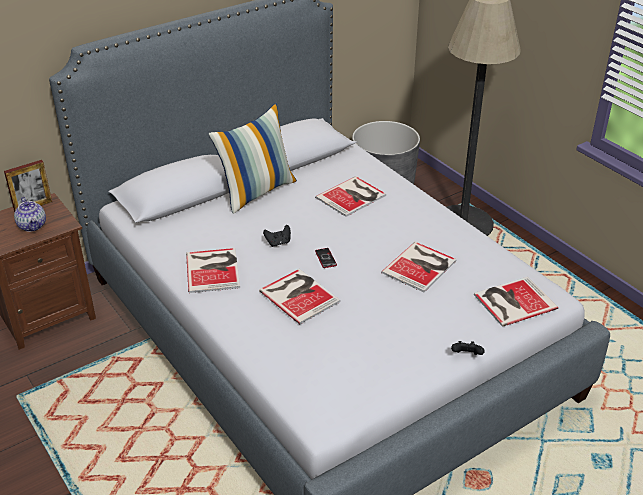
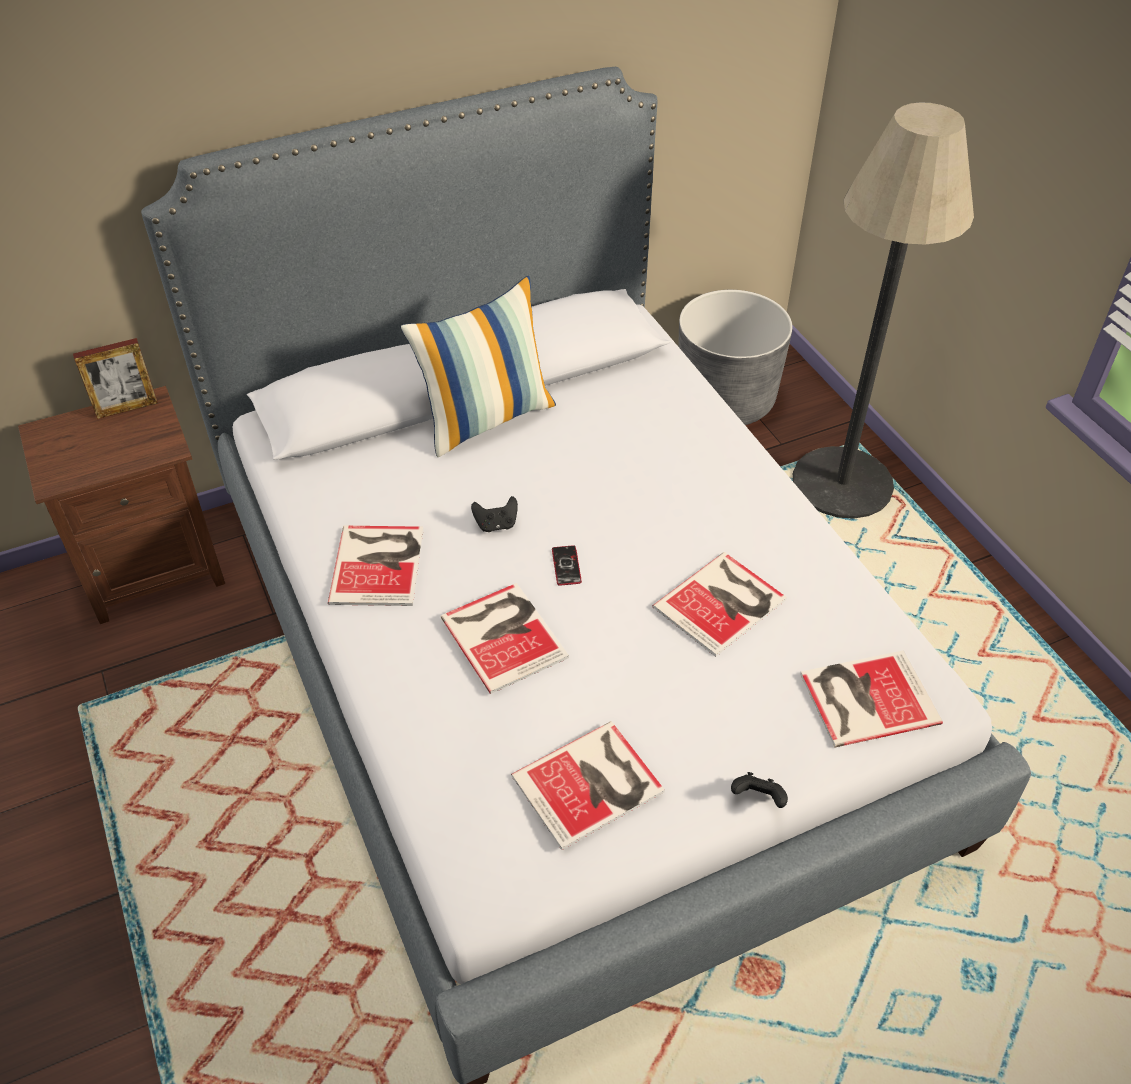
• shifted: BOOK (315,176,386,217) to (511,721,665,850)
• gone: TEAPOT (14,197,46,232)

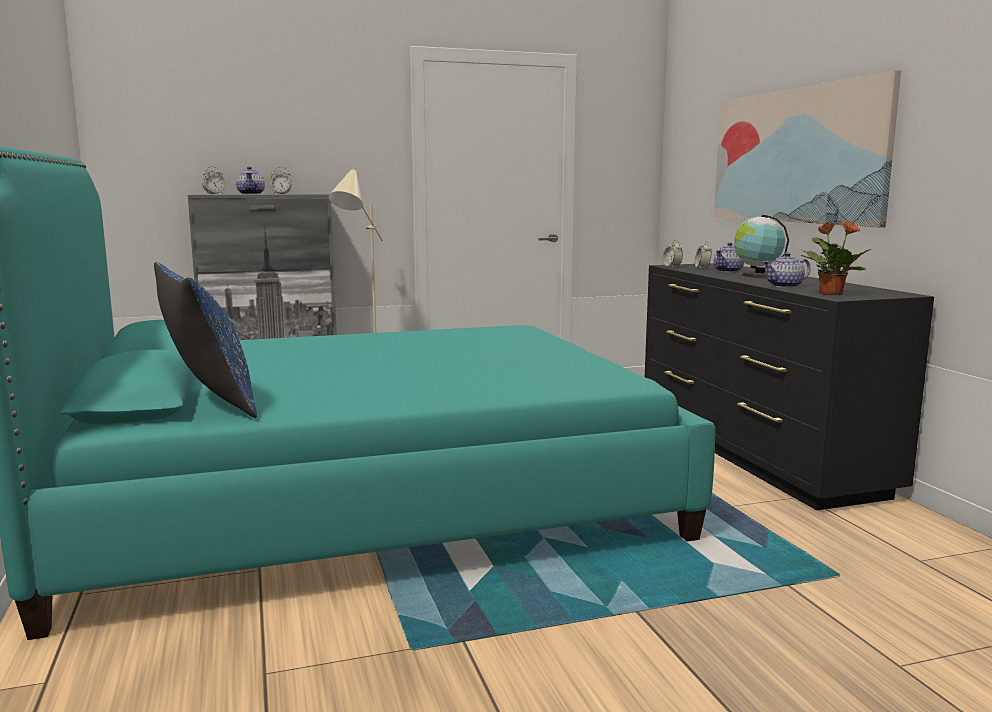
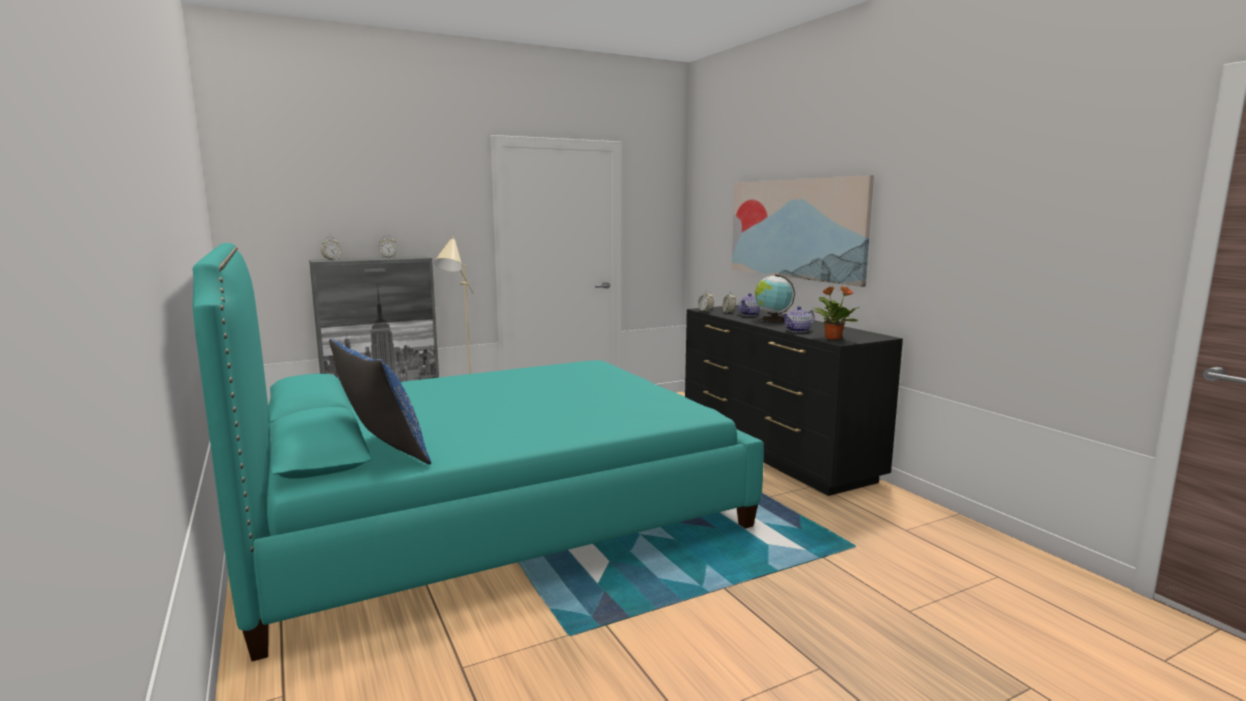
• gone: TEAPOT (236,166,265,194)

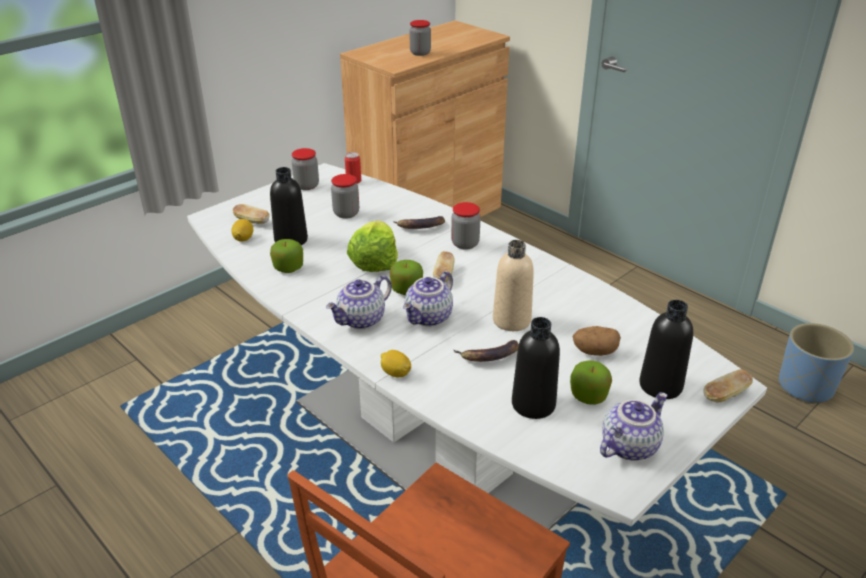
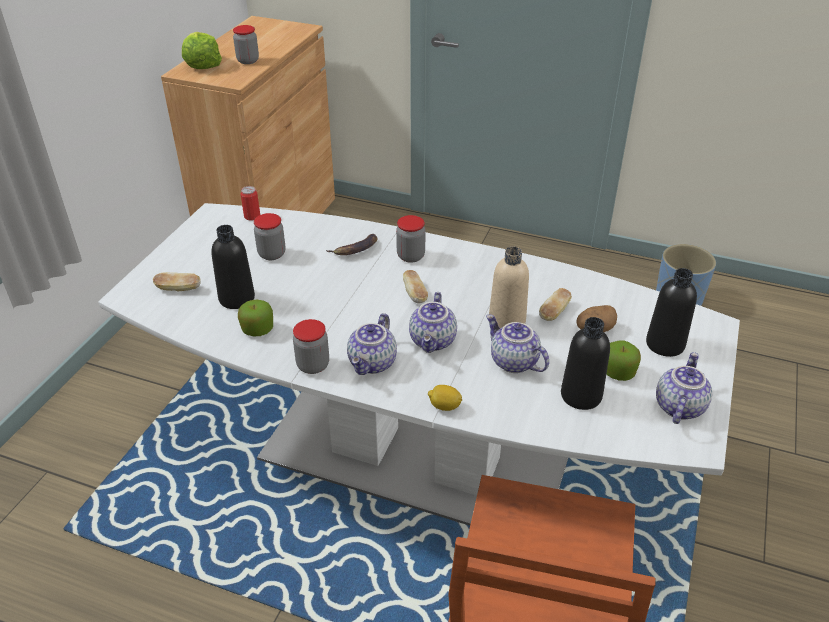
• shifted: LETTUCE (347,220,398,272) to (182,32,222,69)
• shifted: JAR (292,148,319,190) to (293,319,329,374)
• swapped: BANANA (454,340,519,362) to TEAPOT (486,315,549,373)
• shifted: BREAD (703,369,753,403) to (539,288,572,321)
• gone: LEMON (232,219,253,242)
• gone: APPLE (390,260,423,295)

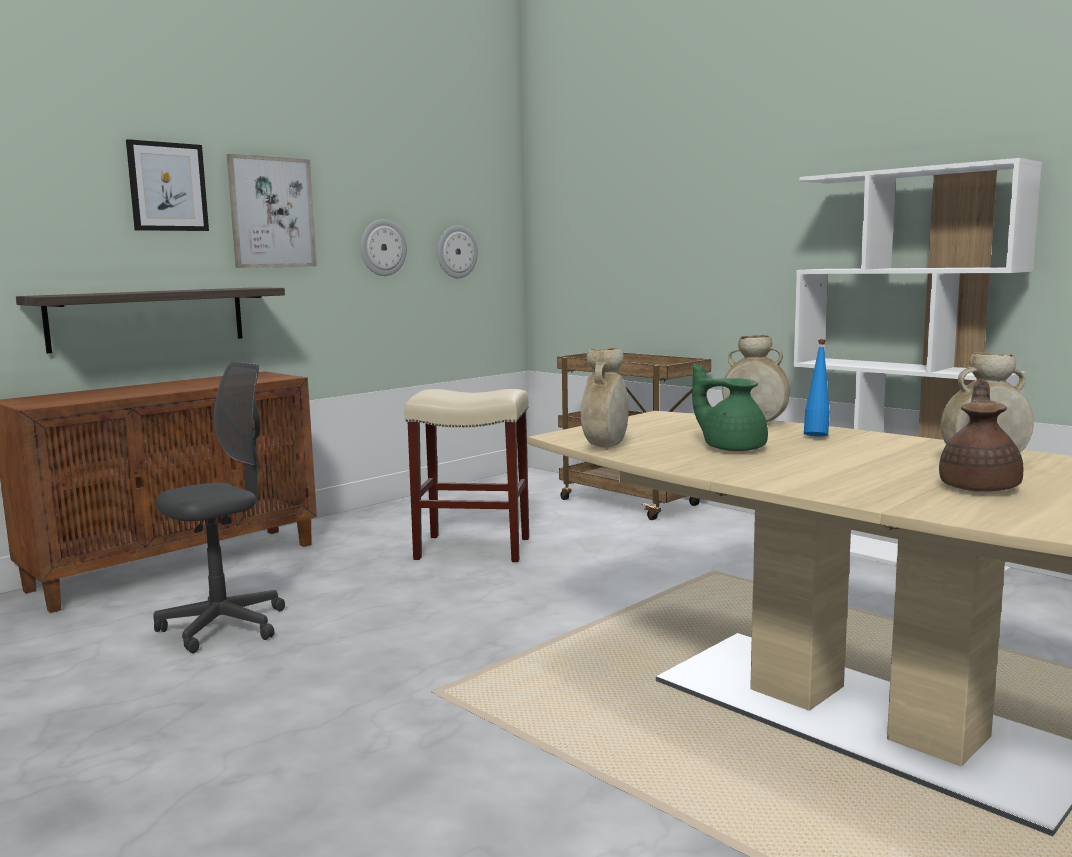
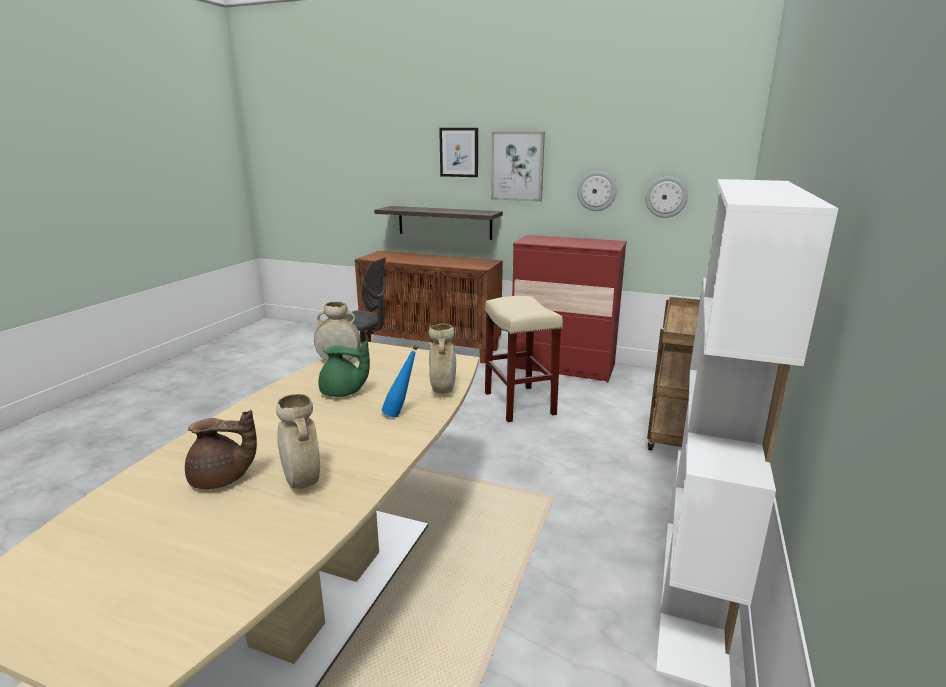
• rotated: GREEN TEAPOT (692,363,768,451) = (318,341,370,397) 90 degrees clockwise
• new: RED DRESSER (512,235,627,383)

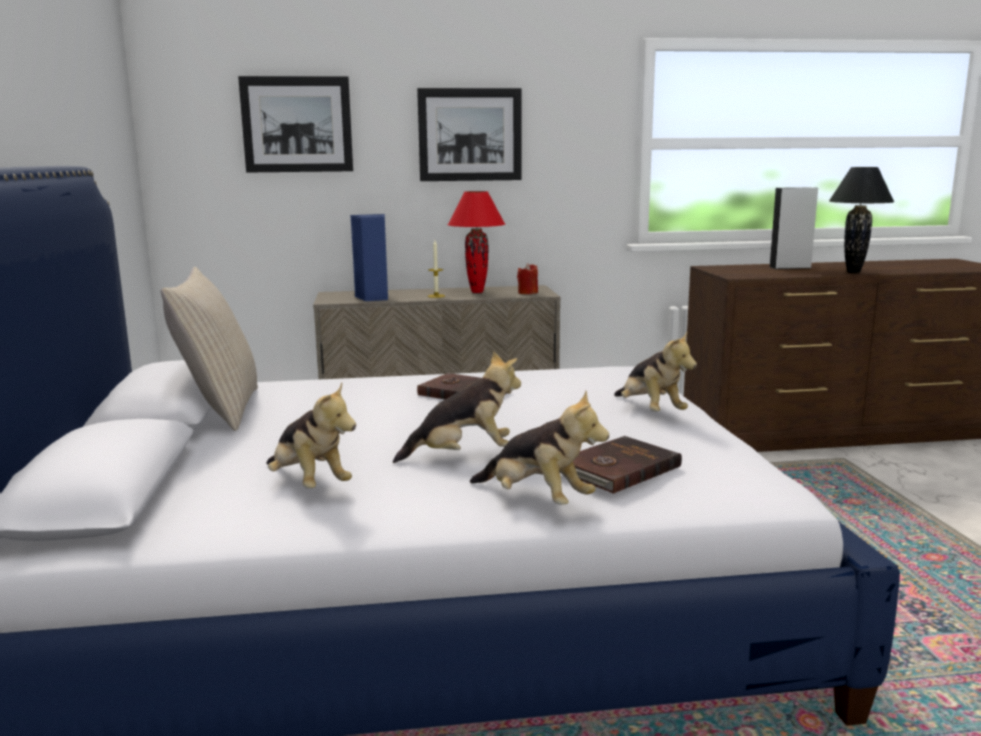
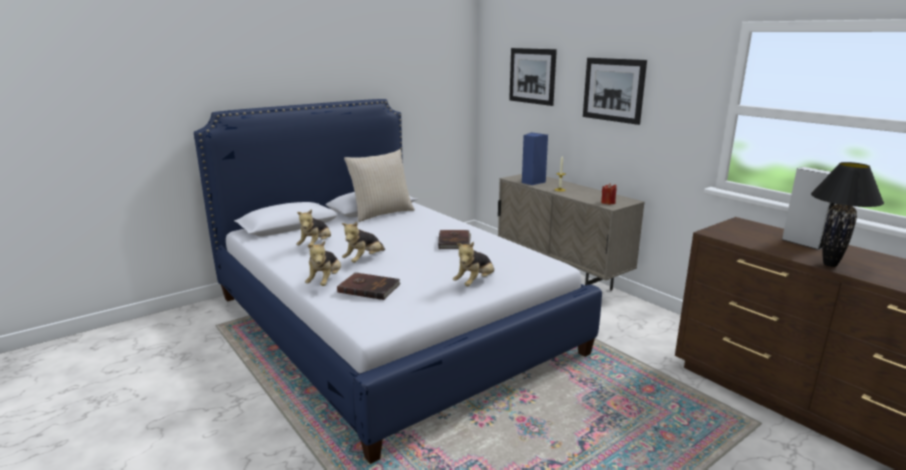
• rotated: PLUSH TOY (393,351,521,463) = (342,222,385,263) 75 degrees clockwise
• gone: RED TABLE LAMP (448,191,505,293)

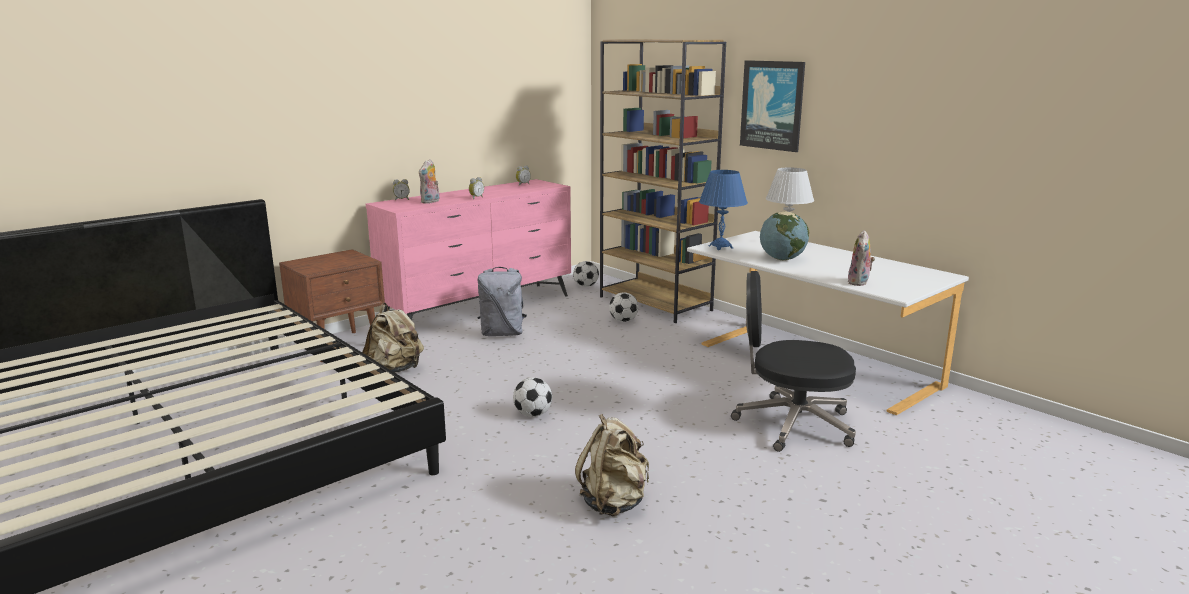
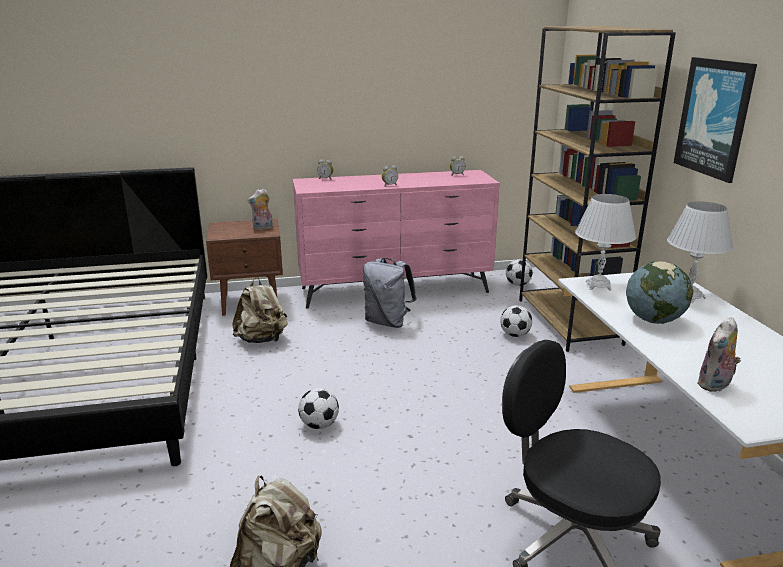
• shifted: PLUSH TOY (419,159,439,204) to (247,188,273,230)
• repainted: BLUE TABLE LAMP (699,170,748,250) to WHITE TABLE LAMP (575,194,636,291)

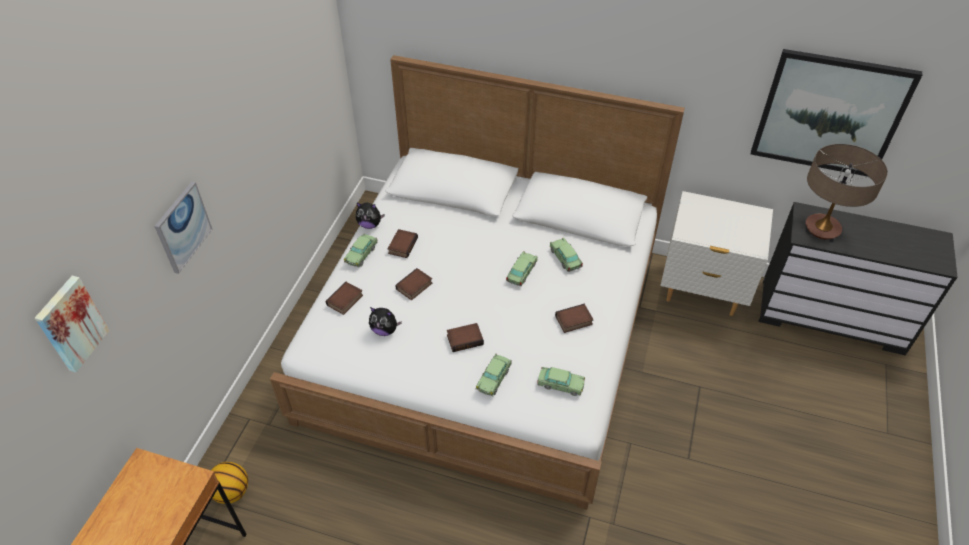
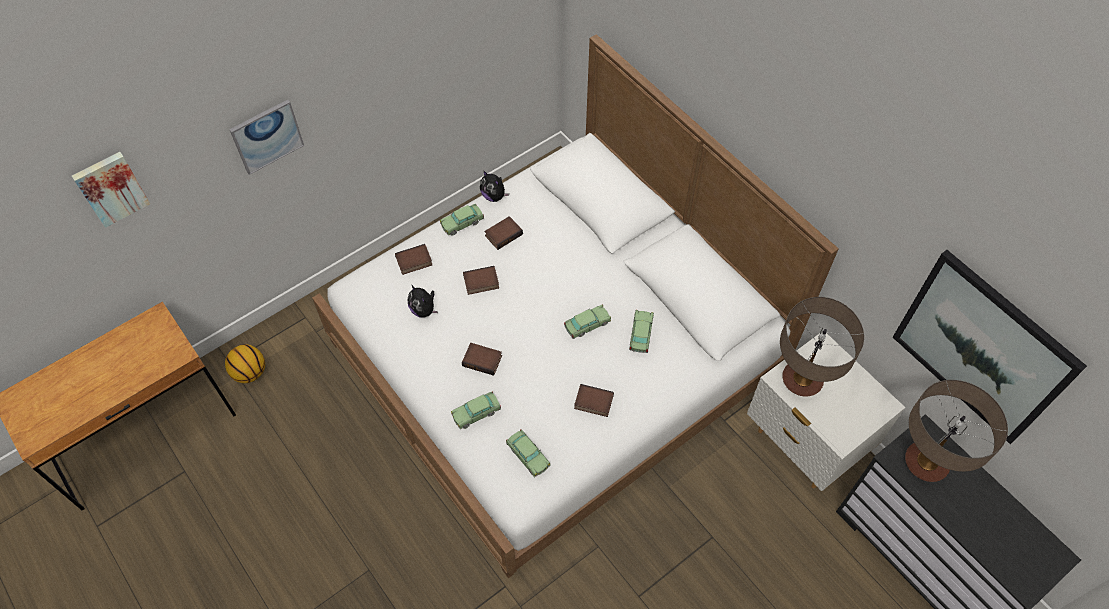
• new: TABLE LAMP (780,297,864,396)

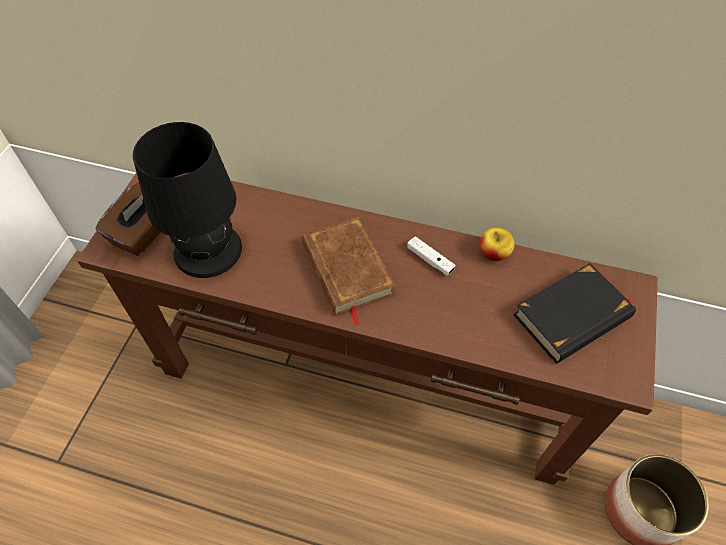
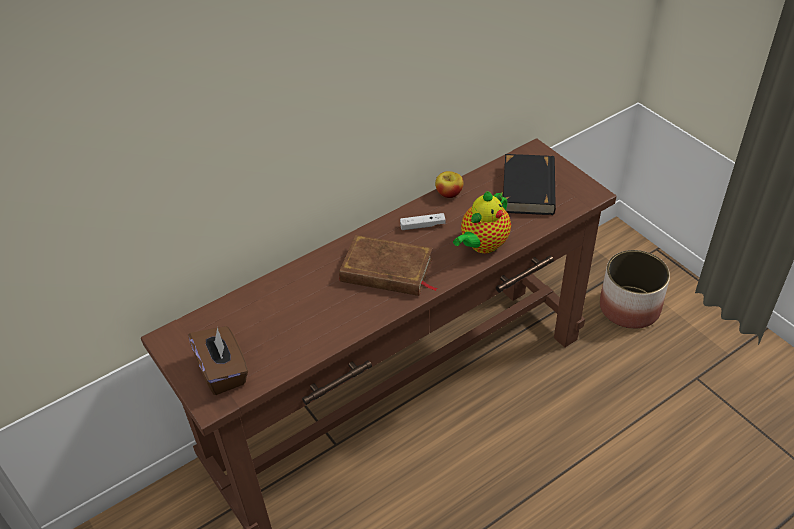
• new: TEAPOT (453,191,511,253)
• gone: BLACK TABLE LAMP (133,122,242,278)

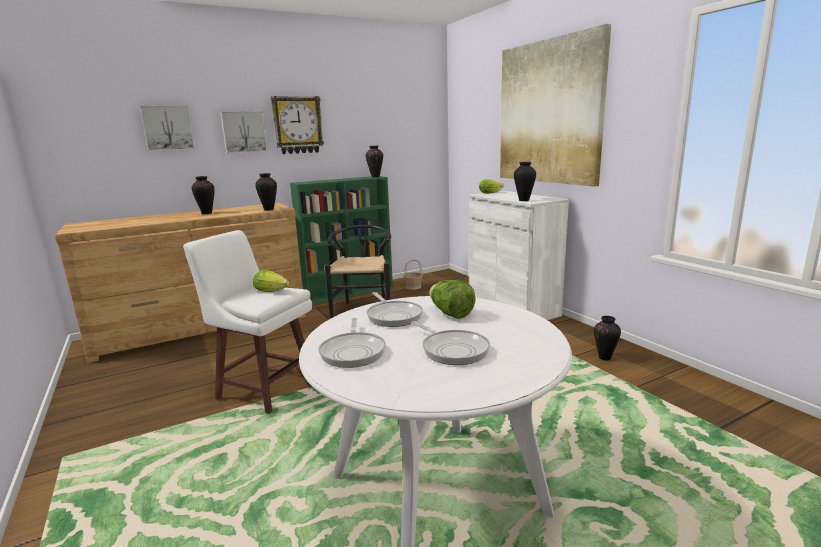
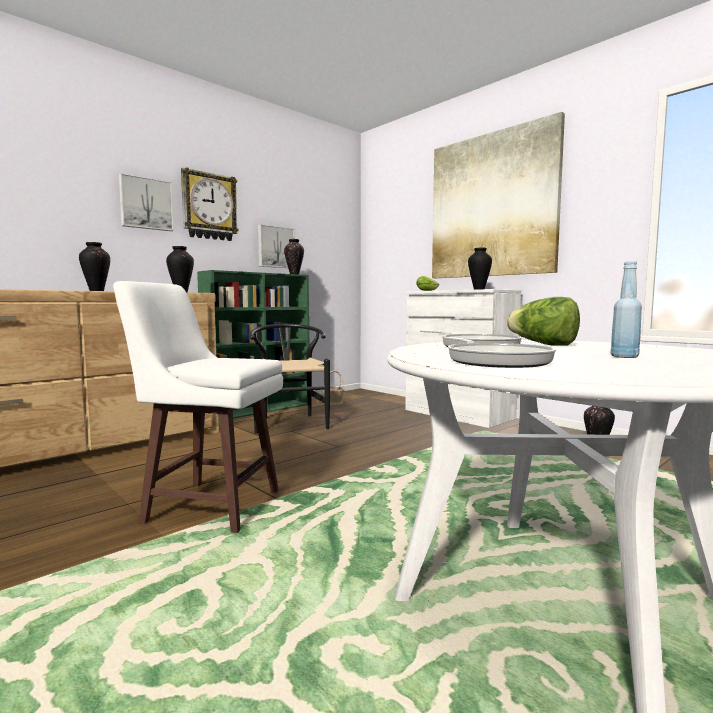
• shifted: PICTURE (140,105,195,151) to (258,224,295,268)
• swapped: FRYING PAN (411,321,490,365) to BLUE BOTTLE (611,261,642,358)
• gone: LETTUCE (253,270,289,292)

